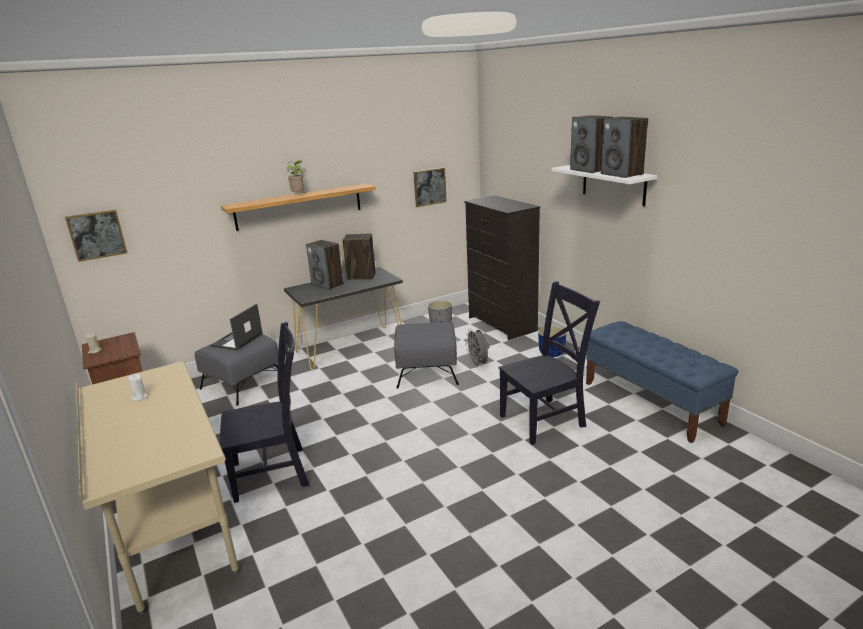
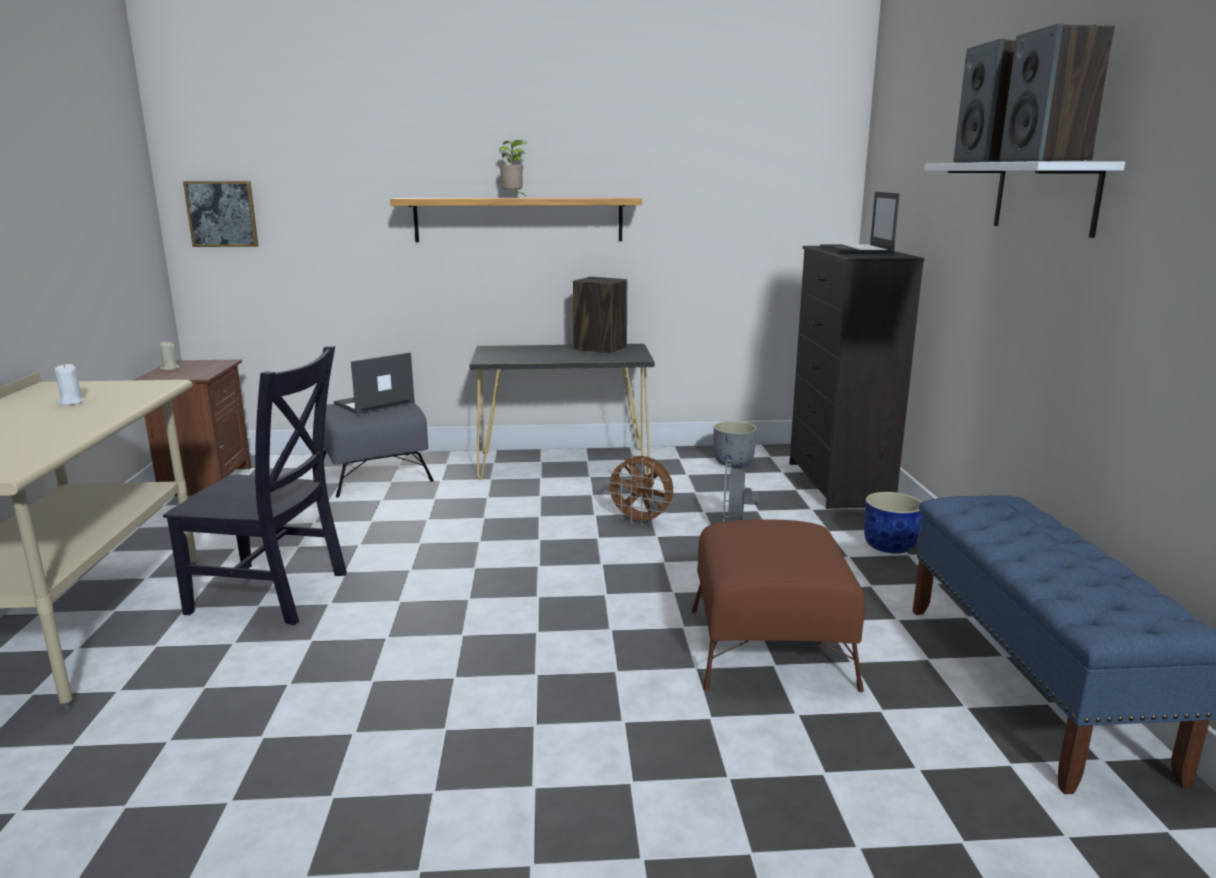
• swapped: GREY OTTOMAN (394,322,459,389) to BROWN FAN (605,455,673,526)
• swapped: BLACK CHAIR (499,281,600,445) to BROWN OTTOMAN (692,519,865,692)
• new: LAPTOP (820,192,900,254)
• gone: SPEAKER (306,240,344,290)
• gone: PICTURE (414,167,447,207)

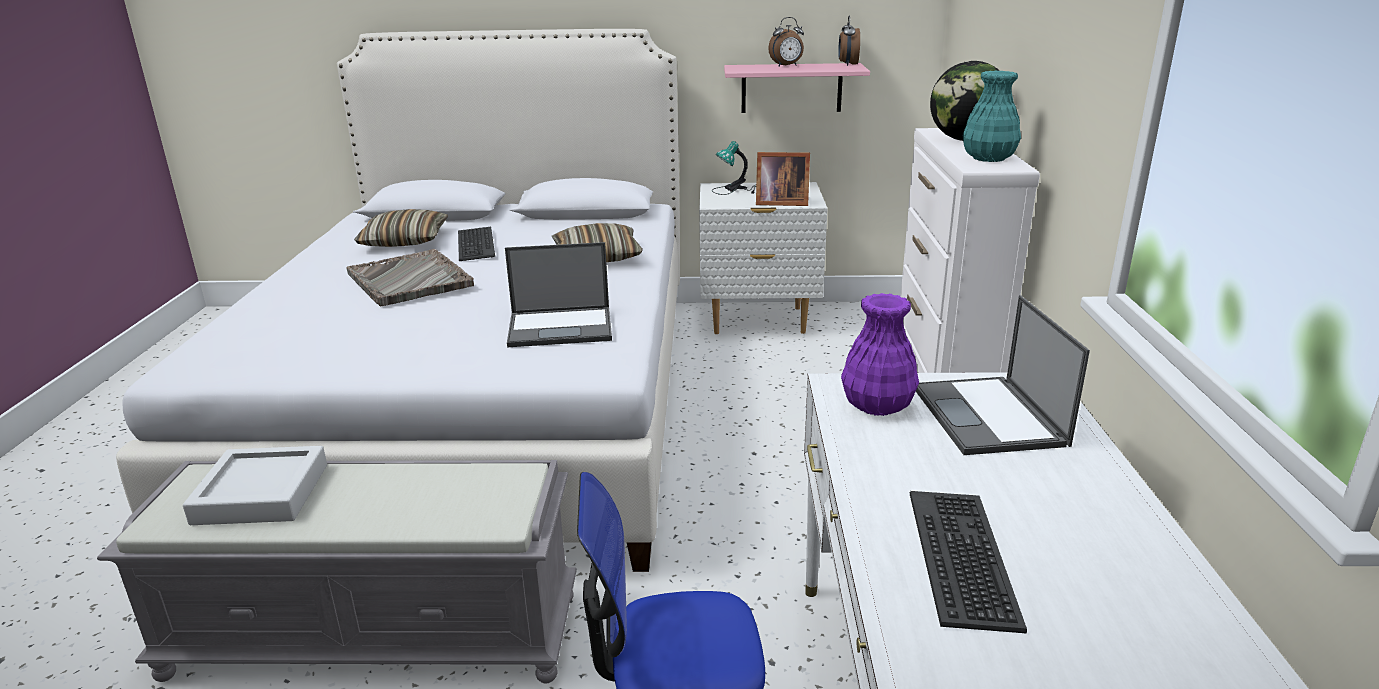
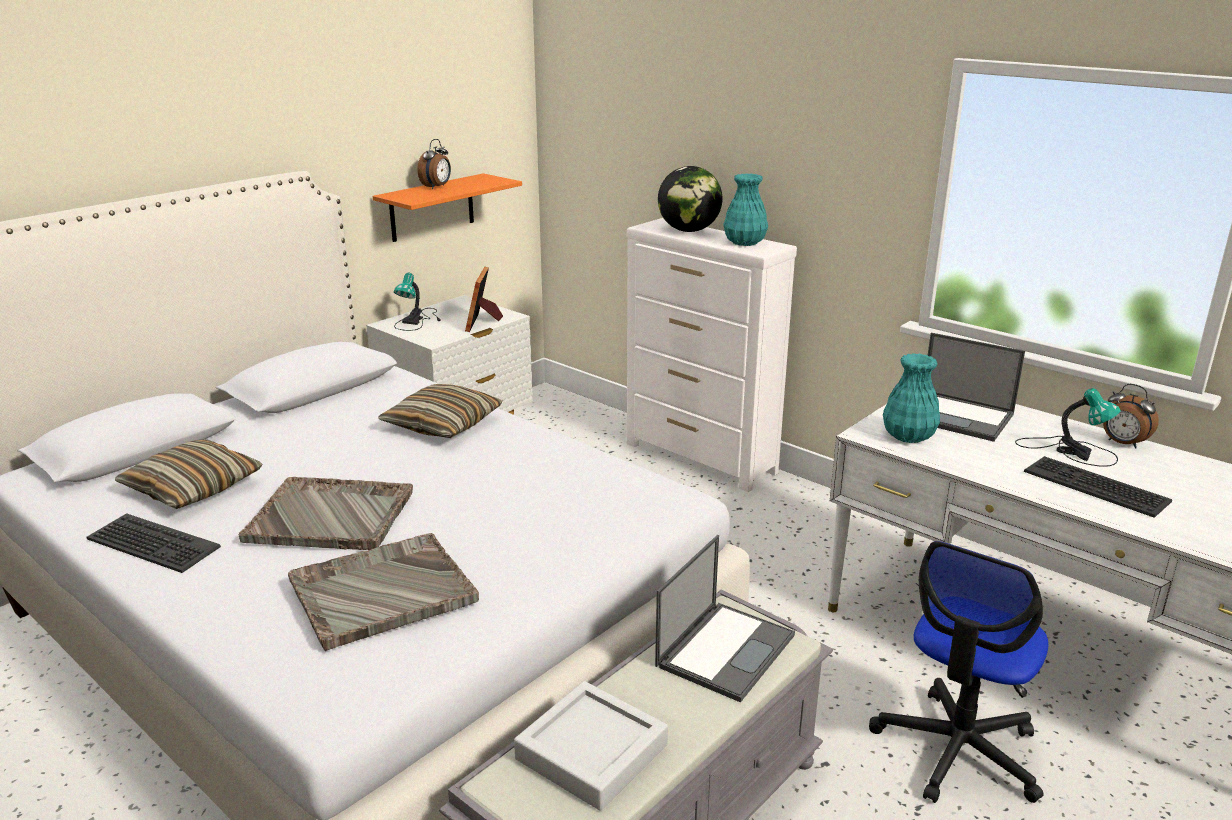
• shifted: KEYBOARD (458,227,495,261) to (87,513,221,573)
• new: GREY TRAY (288,533,479,651)
• repainted: PINK SHELF (724,63,870,113) to ORANGE SHELF (373,173,522,242)
• rotated: PICTURE FRAME (756,152,810,206) = (465,267,503,332) 135 degrees clockwise
• shifted: LAPTOP (505,242,612,347) to (655,535,795,703)
• repainted: PURPLE VASE (841,293,919,416) to TURQUOISE VASE (883,353,940,443)
• new: TABLE LAMP (1015,388,1121,466)
• shifted: ALARM CLOCK (838,16,860,66) to (1103,384,1159,448)

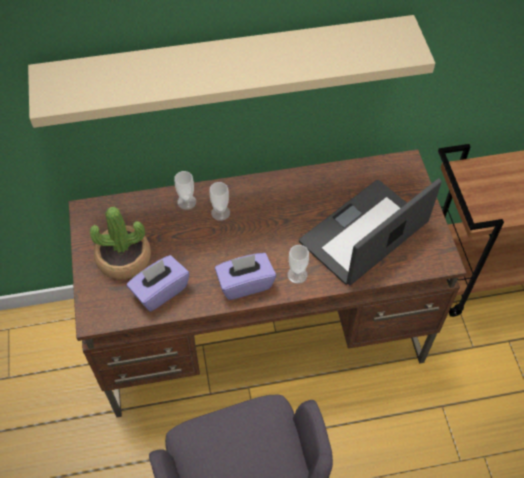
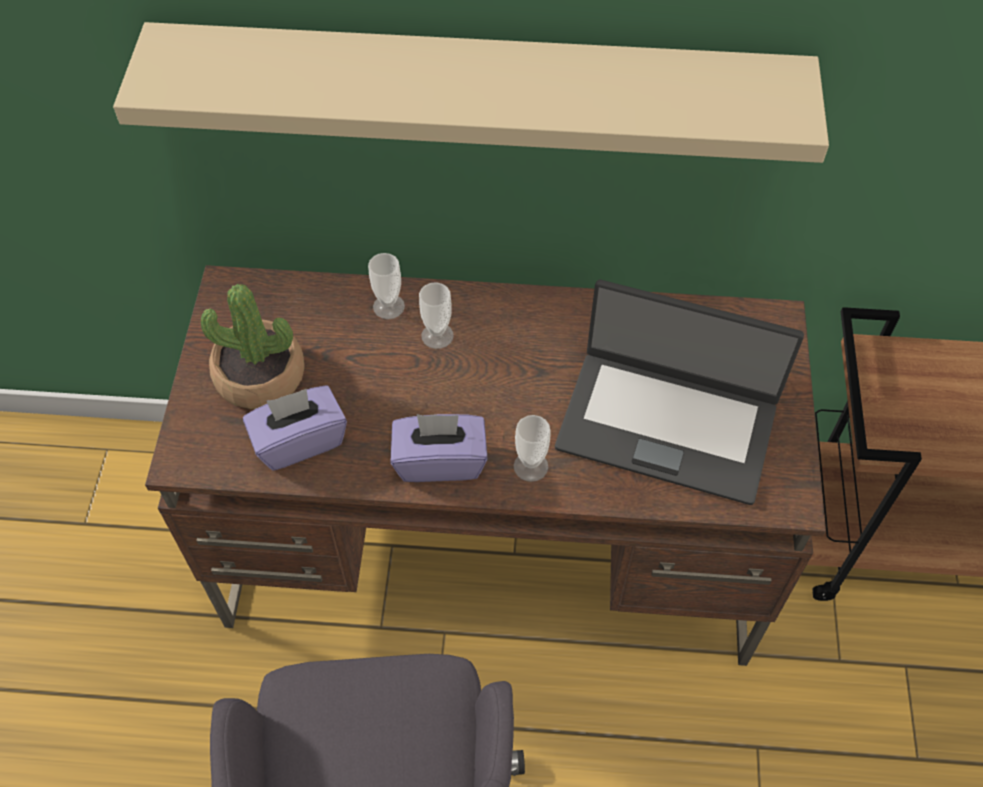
• rotated: LAPTOP (299,178,442,285) = (555,280,804,505) 135 degrees counterclockwise

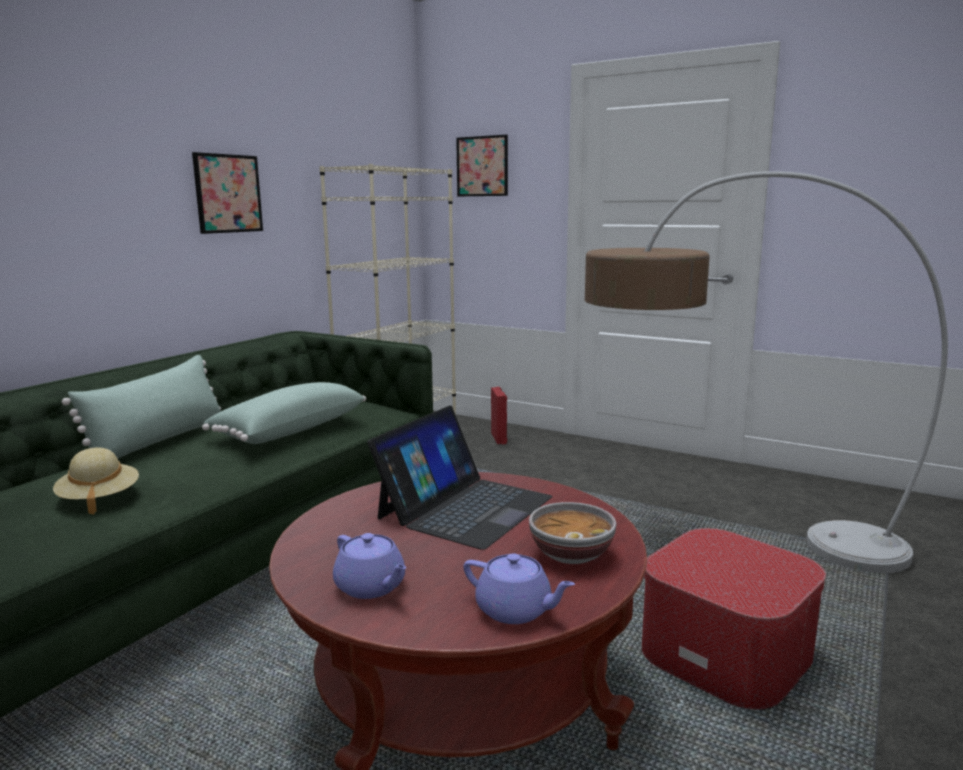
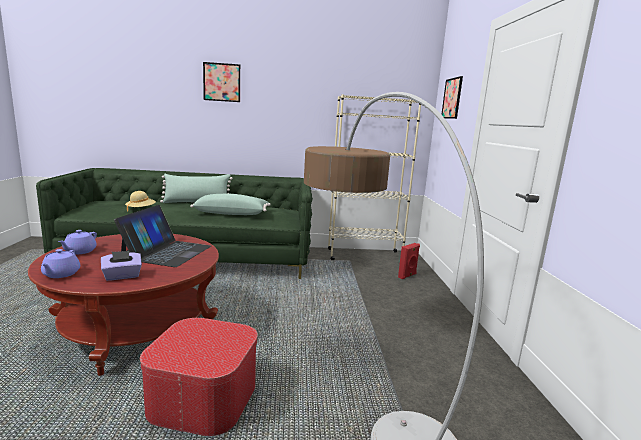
• swapped: BOWL (529,502,616,564) to PURPLE TISSUE BOX (101,251,142,281)
• rotated: LAPTOP (367,405,552,550) = (114,205,211,267) 75 degrees counterclockwise
• shifted: PICTURE (192,152,263,234) to (203,62,240,102)

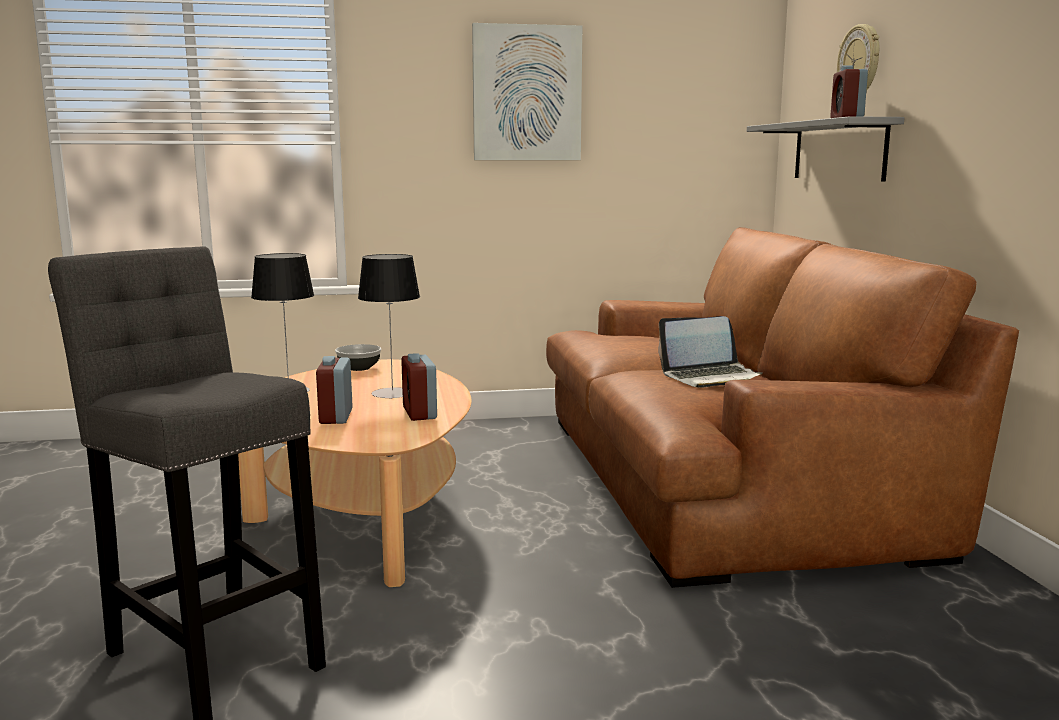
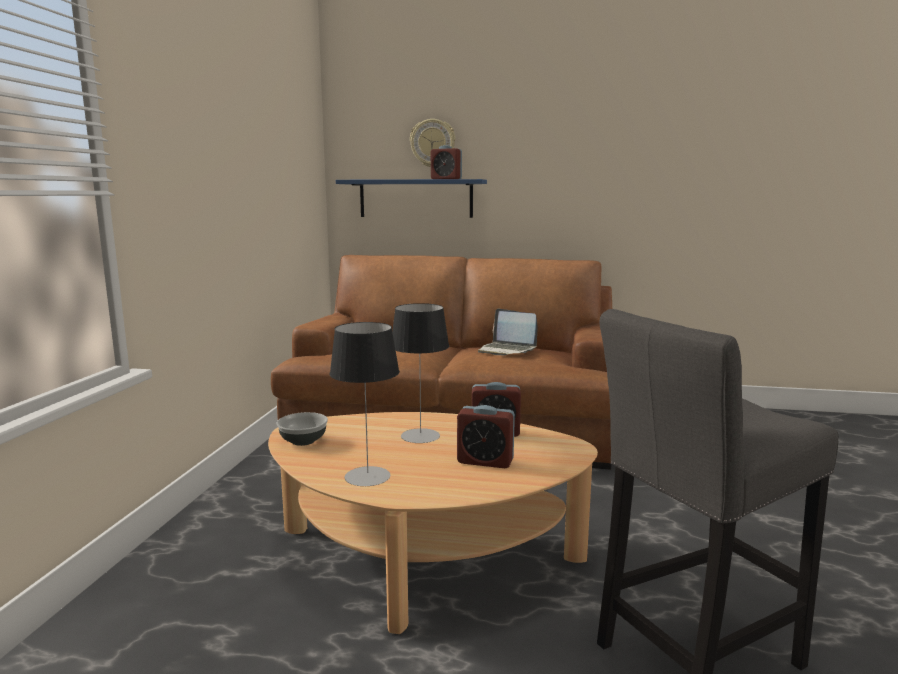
• repainted: GREY SHELF (747,116,905,181) to BLUE SHELF (336,179,487,218)
• rotated: LAPTOP (658,316,763,388) = (478,308,538,355) 120 degrees clockwise
• gone: PICTURE (472,23,582,160)

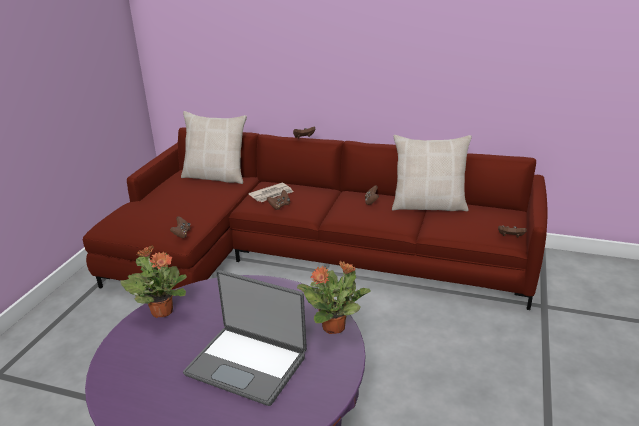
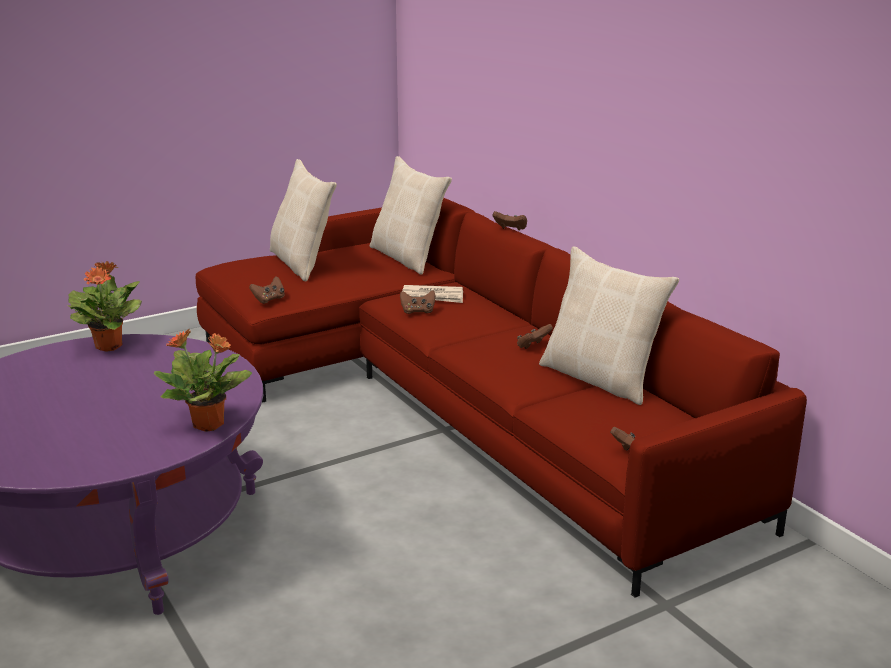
• new: BEIGE PILLOW (270,159,337,281)
• gone: LAPTOP (183,270,307,406)

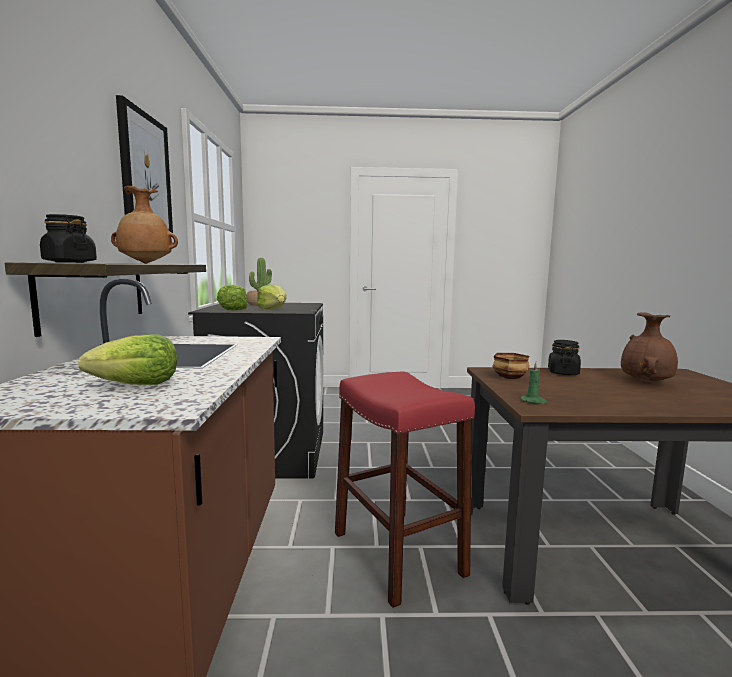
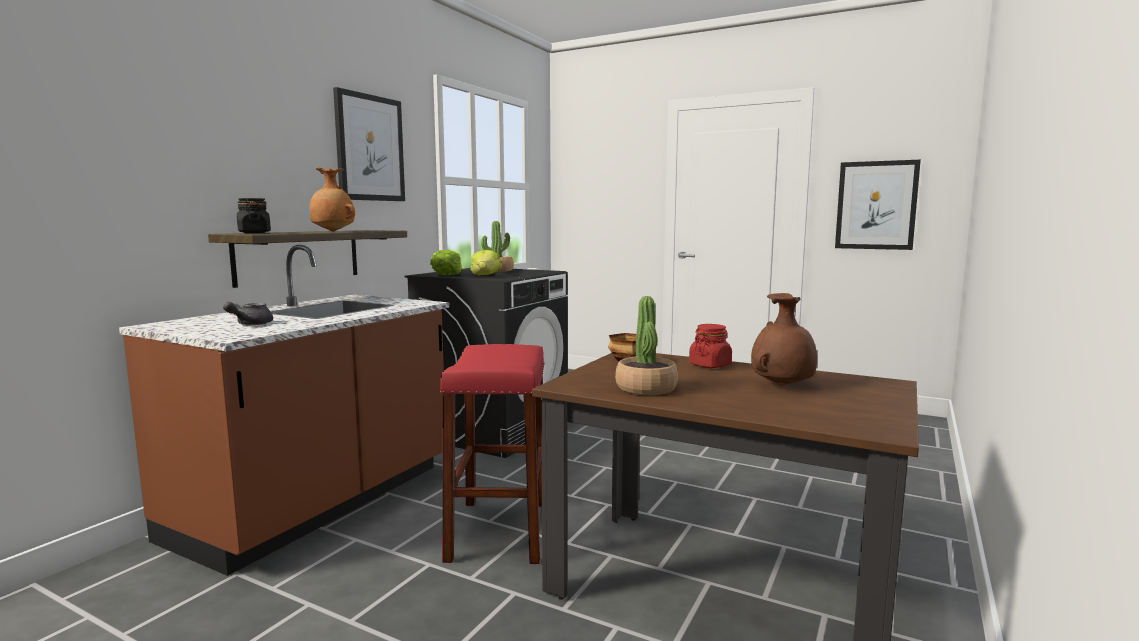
• swapped: LETTUCE (78,334,177,385) to GREY TEAPOT (223,302,273,325)
• new: POTTED PLANT (615,296,678,395)
• repainted: BLACK JAR (548,340,581,375) to RED JAR (689,324,732,368)
• new: PICTURE (835,160,921,250)
• gone: GREEN CANDLE (521,362,547,404)

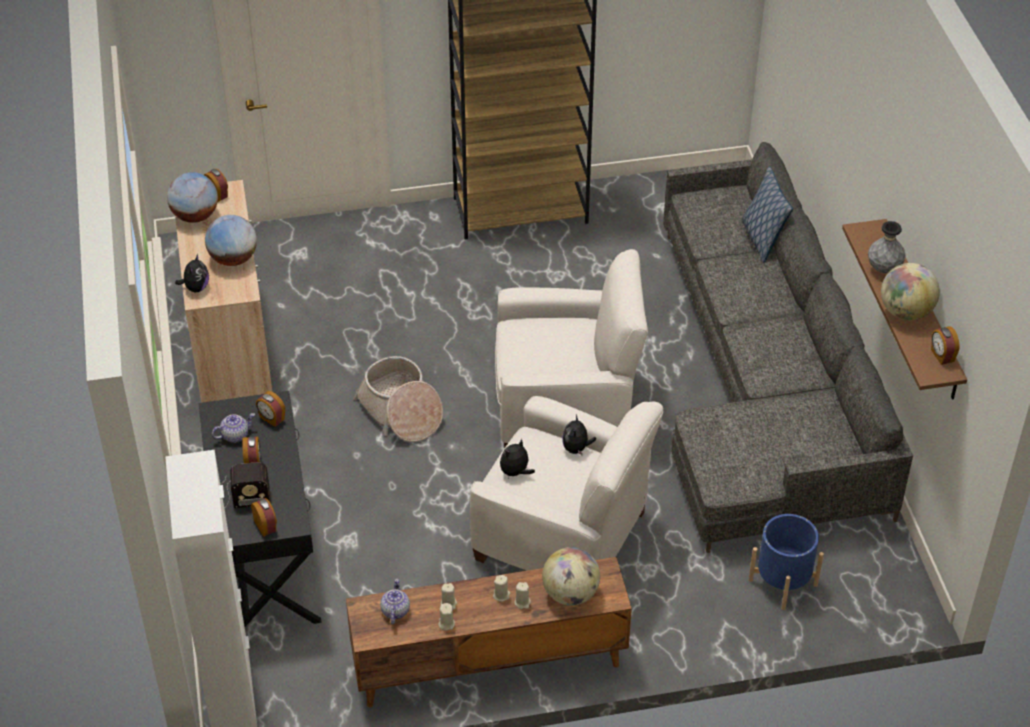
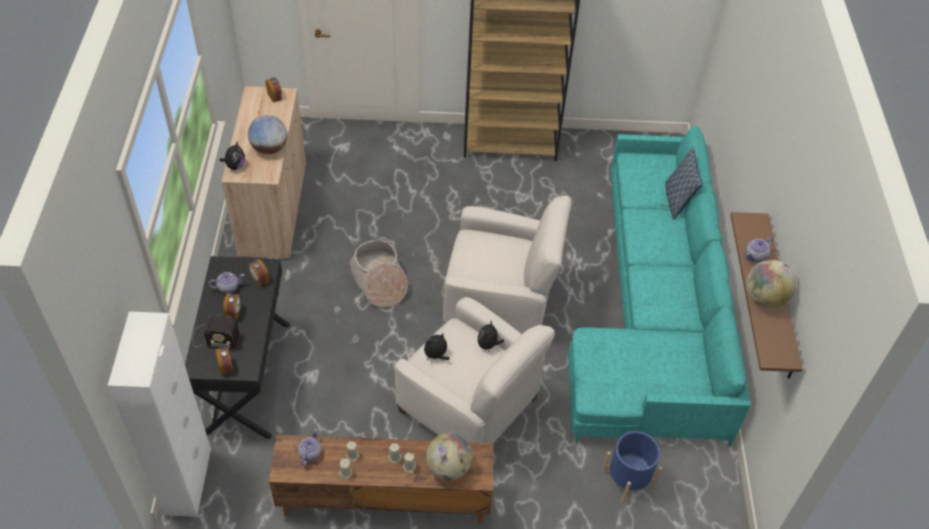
• repainted: GREY SOFA (663,142,913,553) to TURQUOISE SOFA (568,126,751,447)
• swapped: GREY VASE (868,221,906,273) to TEAPOT (746,237,772,263)
• gone: GLOBE (167,172,218,223)
• gone: ALARM CLOCK (931,326,960,365)

